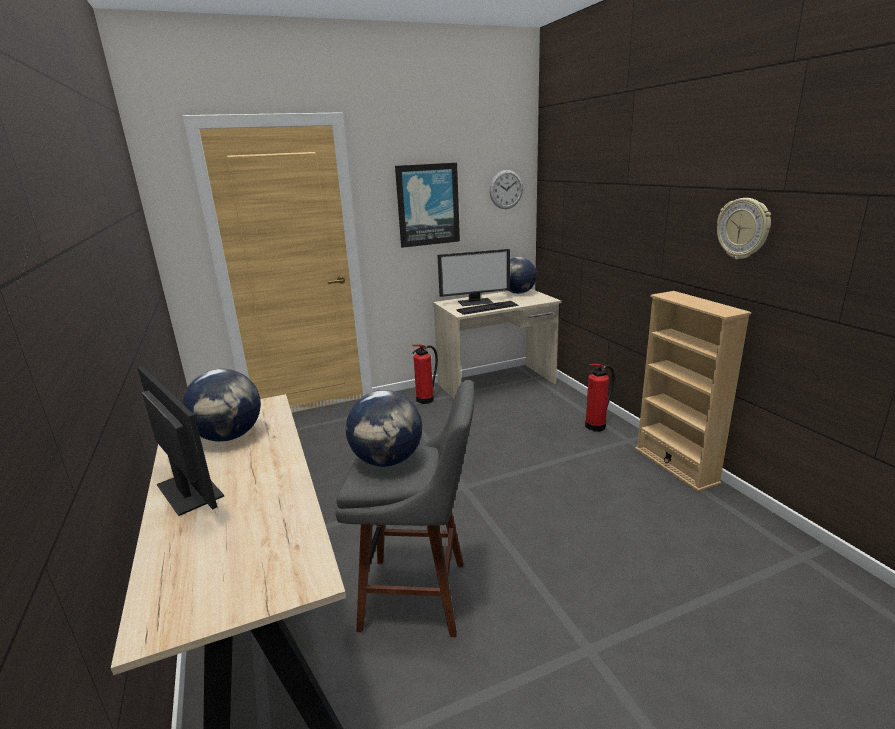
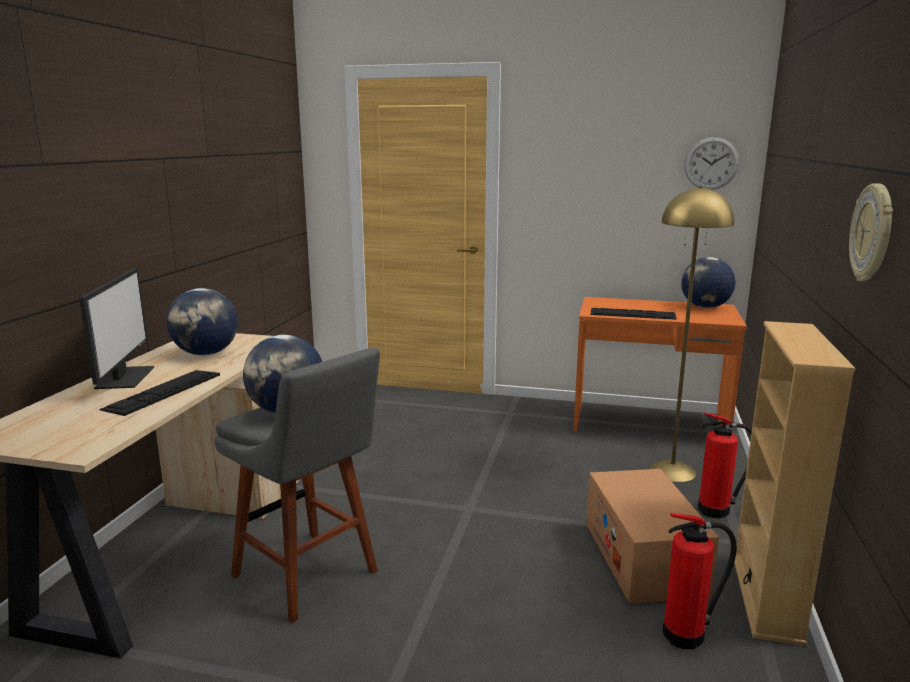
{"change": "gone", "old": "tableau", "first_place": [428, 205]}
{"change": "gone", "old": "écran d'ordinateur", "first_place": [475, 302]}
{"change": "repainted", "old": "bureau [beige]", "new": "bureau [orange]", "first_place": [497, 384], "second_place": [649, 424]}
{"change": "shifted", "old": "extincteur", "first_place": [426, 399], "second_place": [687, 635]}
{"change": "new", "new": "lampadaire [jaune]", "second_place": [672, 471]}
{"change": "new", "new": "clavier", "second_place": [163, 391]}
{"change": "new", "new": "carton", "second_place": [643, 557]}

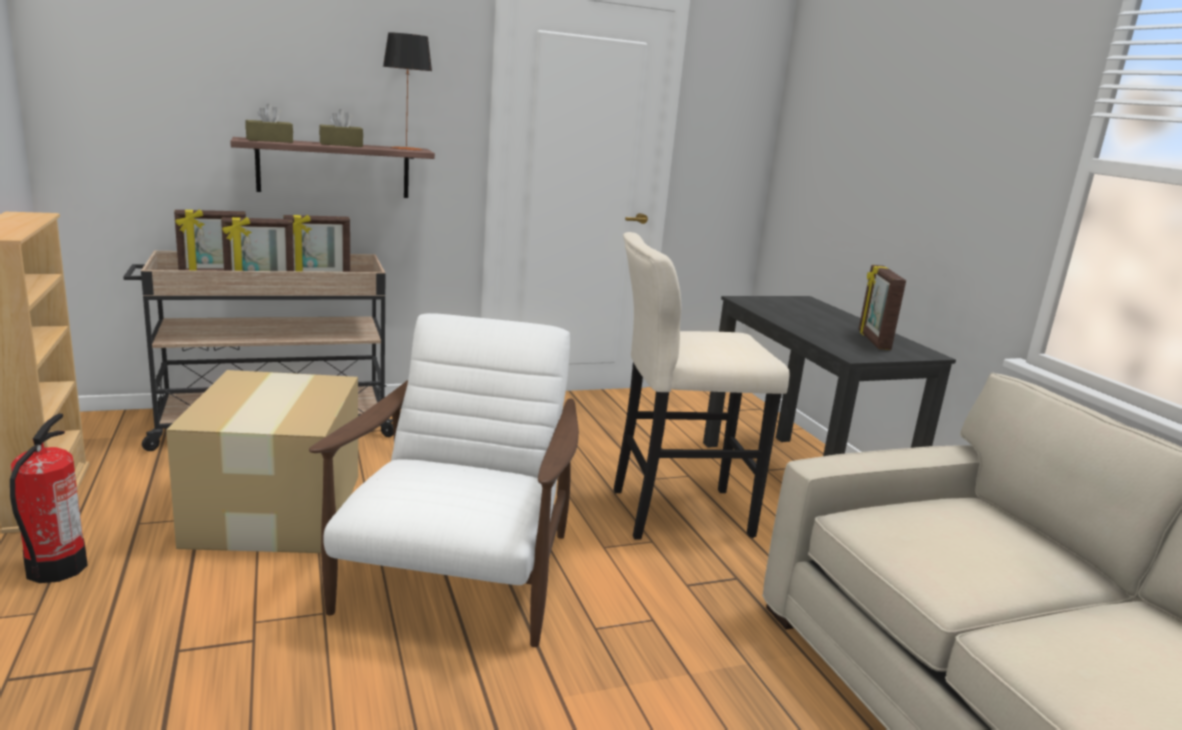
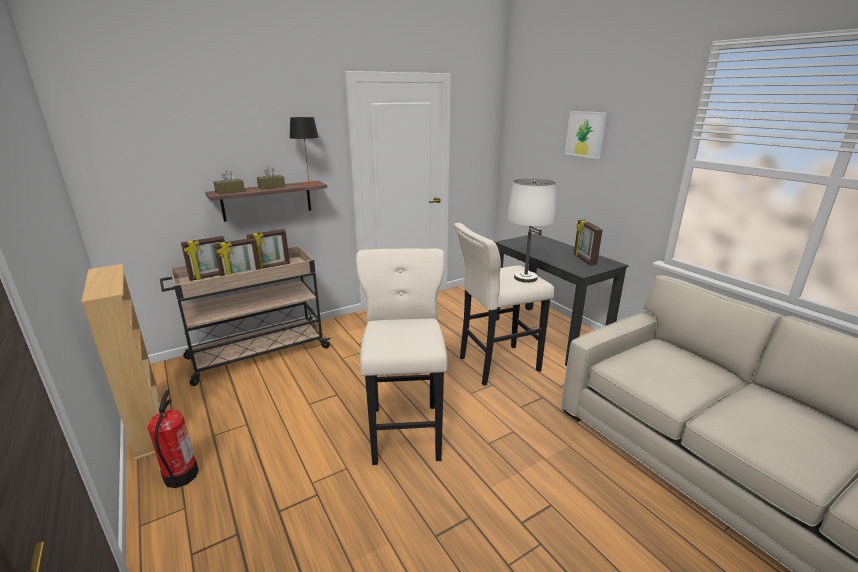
{"change": "swapped", "old": "fauteuil [blanc]", "new": "tabouret [beige]", "first_place": [457, 577], "second_place": [405, 429]}
{"change": "gone", "old": "carton", "first_place": [278, 508]}
{"change": "new", "new": "tableau", "second_place": [585, 134]}
{"change": "new", "new": "lampe de table [blanc]", "second_place": [525, 278]}

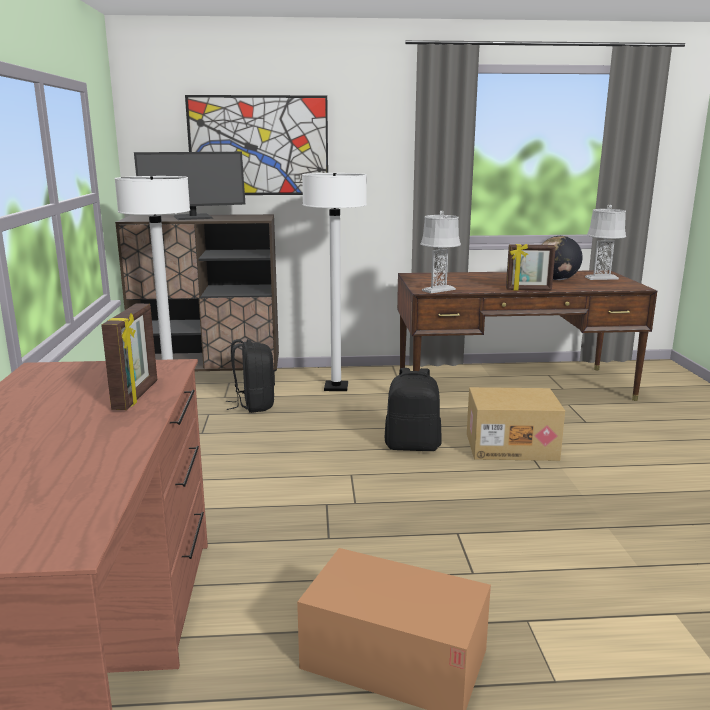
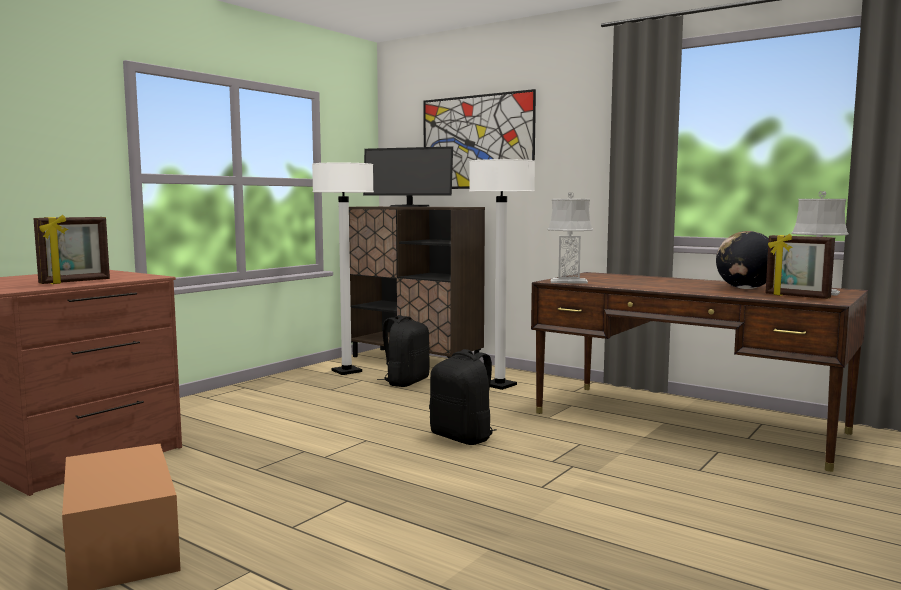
{"change": "shifted", "old": "cadre photo", "first_place": [528, 290], "second_place": [796, 296]}
{"change": "gone", "old": "carton", "first_place": [511, 446]}

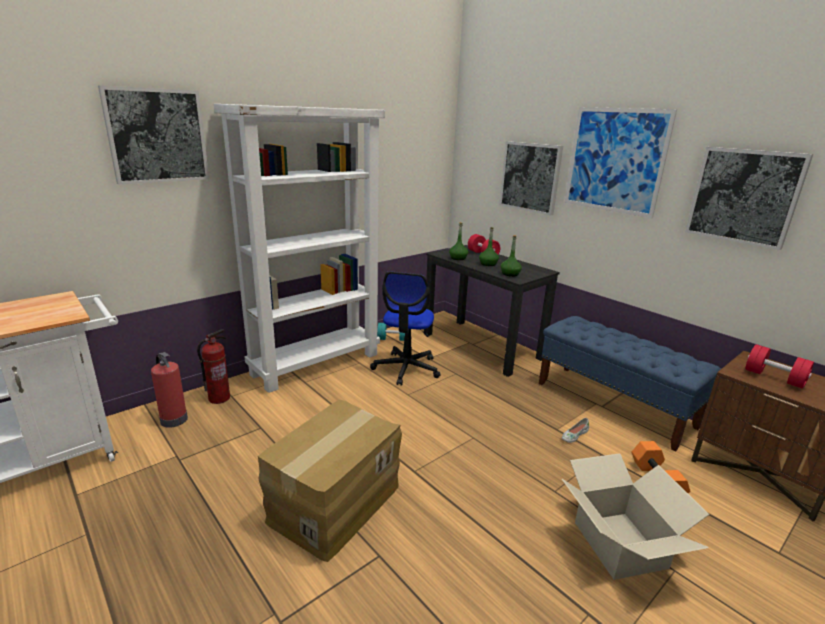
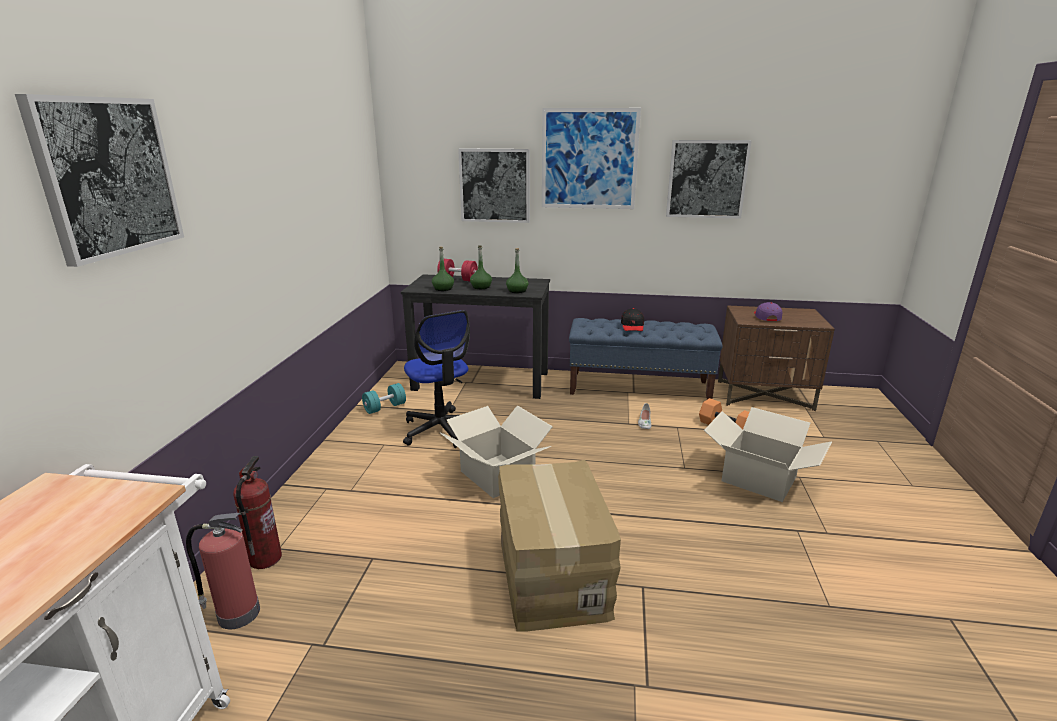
{"change": "gone", "old": "bibliothèque [blanc]", "first_place": [316, 363]}
{"change": "swapped", "old": "haltère [rouge]", "new": "casquette [violet]", "first_place": [774, 378], "second_place": [766, 317]}
{"change": "new", "new": "casquette [noir]", "second_place": [632, 326]}
{"change": "new", "new": "carton", "second_place": [498, 475]}

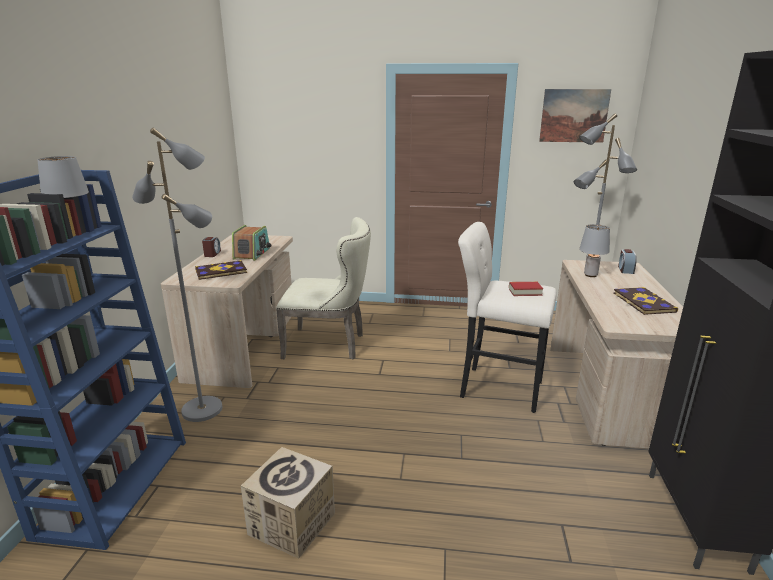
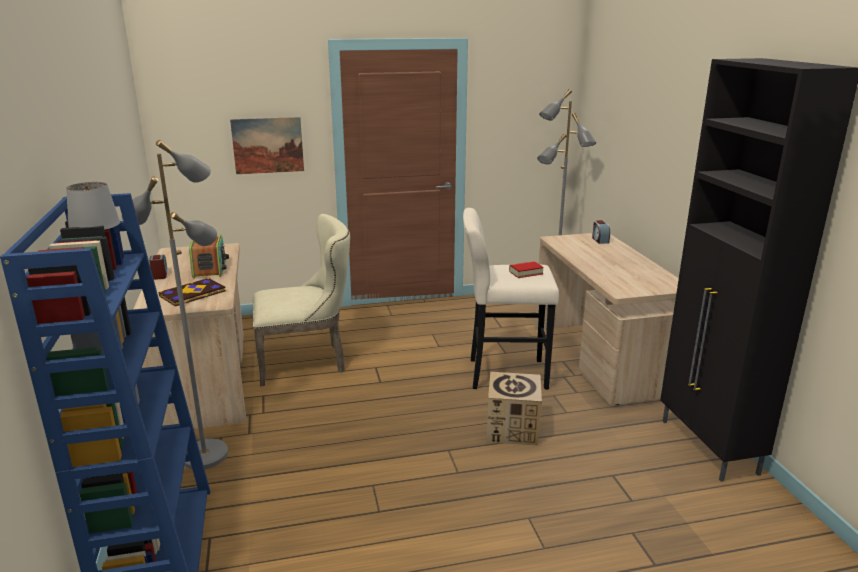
{"change": "shifted", "old": "tableau", "first_place": [574, 116], "second_place": [268, 145]}
{"change": "gone", "old": "lampe de table [gris]", "first_place": [590, 275]}
{"change": "gone", "old": "livre", "first_place": [642, 302]}
{"change": "shifted", "old": "carton", "first_place": [292, 523], "second_place": [512, 429]}

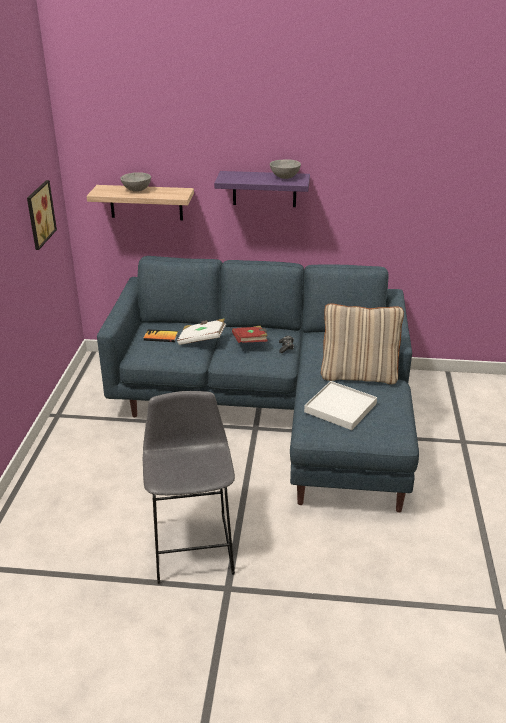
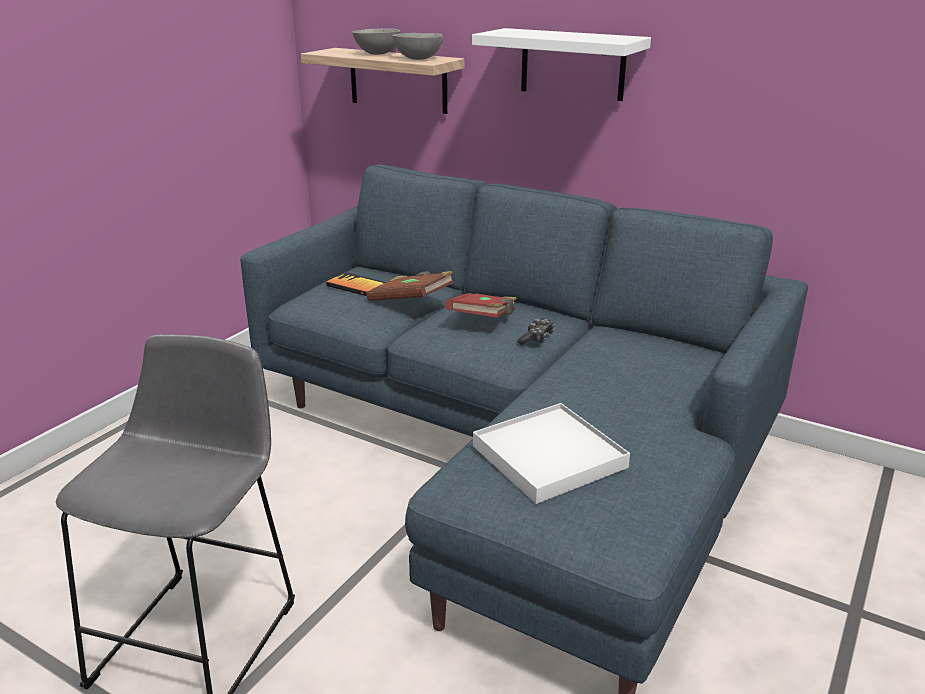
{"change": "shifted", "old": "bol [gris]", "first_place": [284, 177], "second_place": [417, 59]}
{"change": "repainted", "old": "étagère [violet]", "new": "étagère [blanc]", "first_place": [264, 189], "second_place": [572, 64]}
{"change": "gone", "old": "tableau", "first_place": [38, 214]}
{"change": "gone", "old": "coussin [beige]", "first_place": [358, 375]}
{"change": "repainted", "old": "livre [blanc]", "new": "livre [marron]", "first_place": [202, 340], "second_place": [411, 301]}

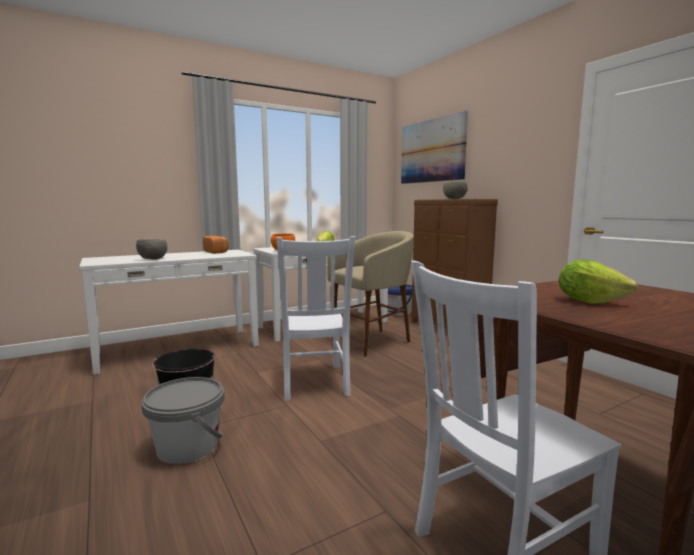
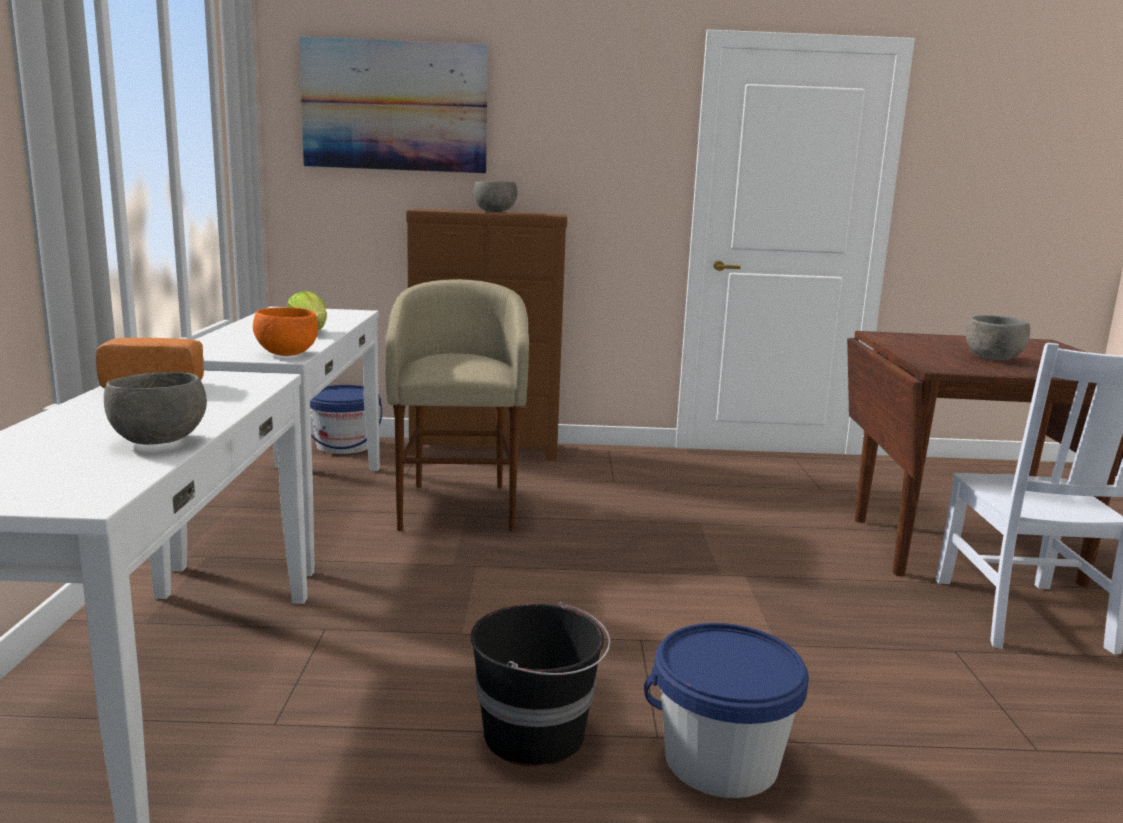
{"change": "gone", "old": "chaise [blanc]", "first_place": [314, 383]}
{"change": "swapped", "old": "laitue", "new": "bol [gris]", "first_place": [589, 301], "second_place": [992, 359]}
{"change": "repainted", "old": "seau [gris]", "new": "seau [bleu]", "first_place": [188, 446], "second_place": [720, 760]}

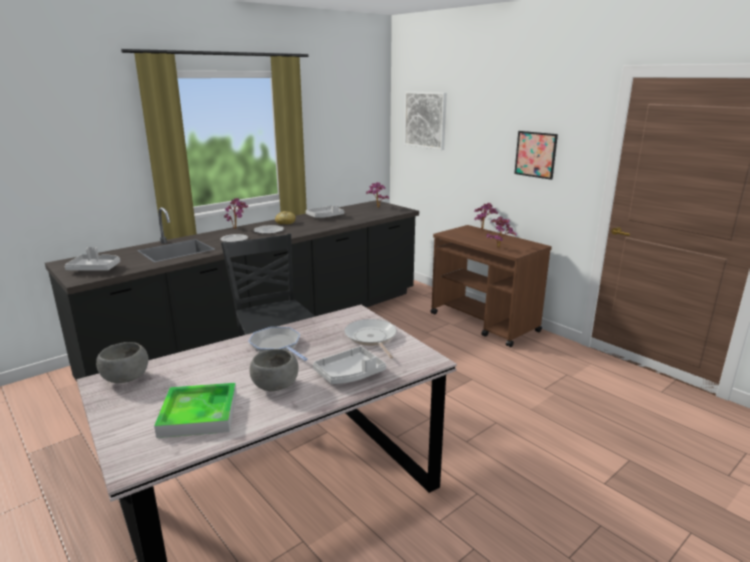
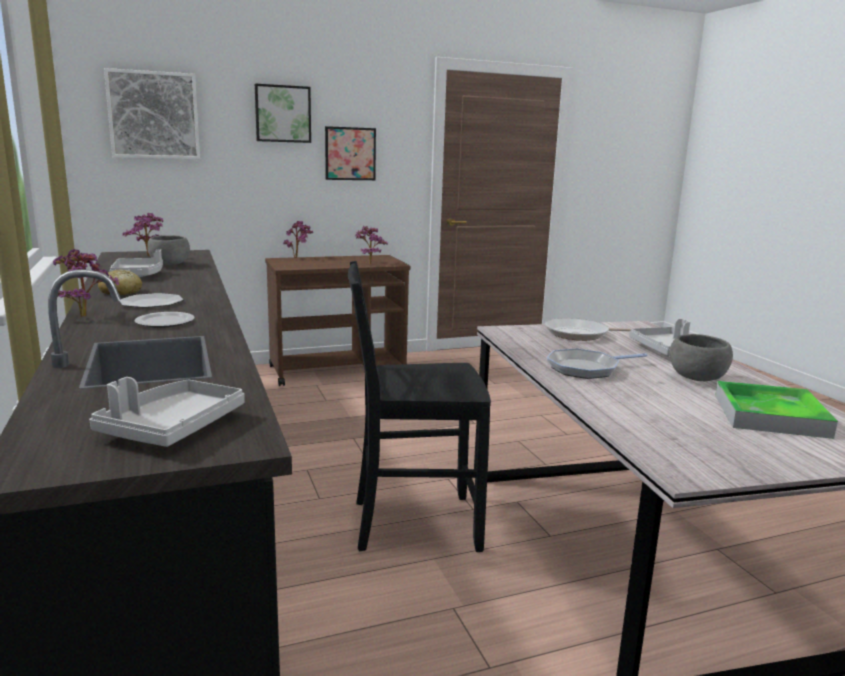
{"change": "shifted", "old": "bol [gris]", "first_place": [126, 378], "second_place": [169, 265]}
{"change": "new", "new": "tableau", "second_place": [282, 114]}

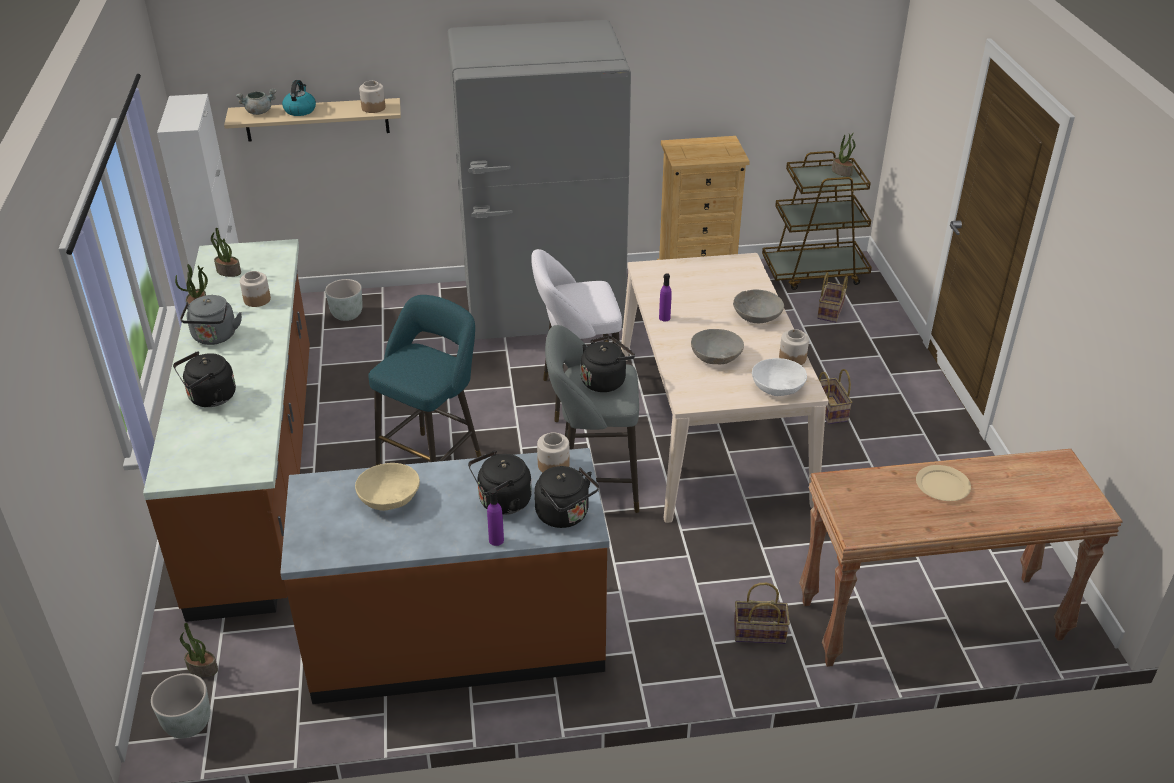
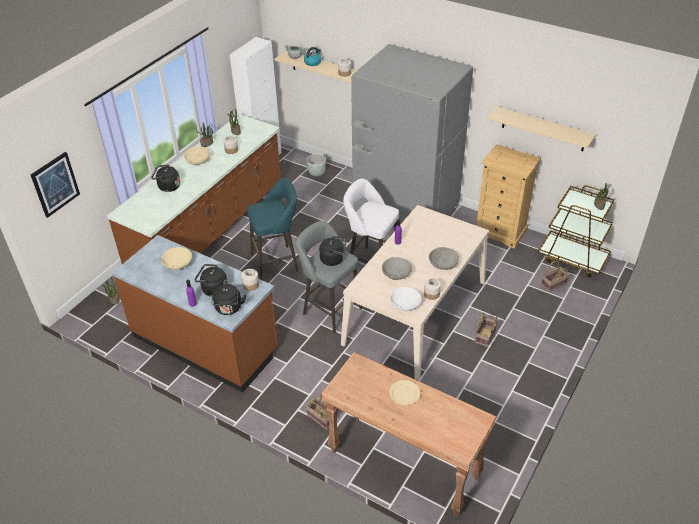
{"change": "swapped", "old": "bouilloire [gris]", "new": "bol [beige]", "first_place": [214, 337], "second_place": [198, 160]}
{"change": "gone", "old": "cache-pot [gris]", "first_place": [187, 725]}
{"change": "new", "new": "étagère [beige]", "second_place": [543, 129]}
{"change": "new", "new": "tableau", "second_place": [55, 184]}

